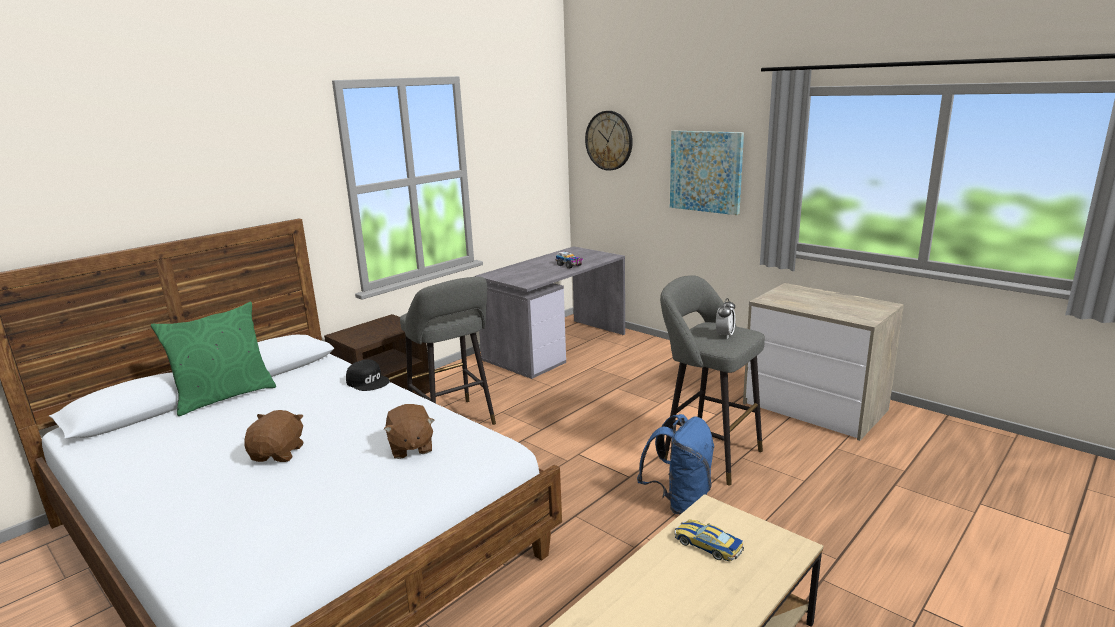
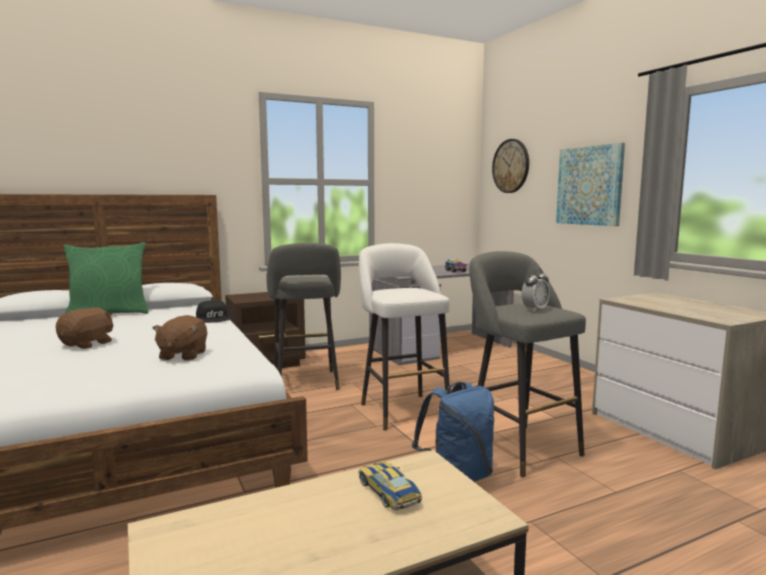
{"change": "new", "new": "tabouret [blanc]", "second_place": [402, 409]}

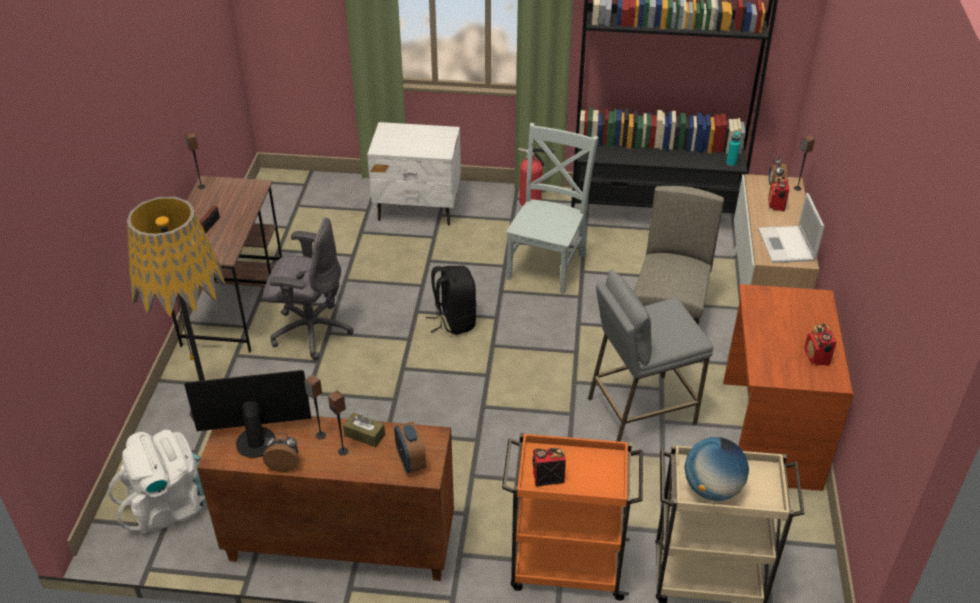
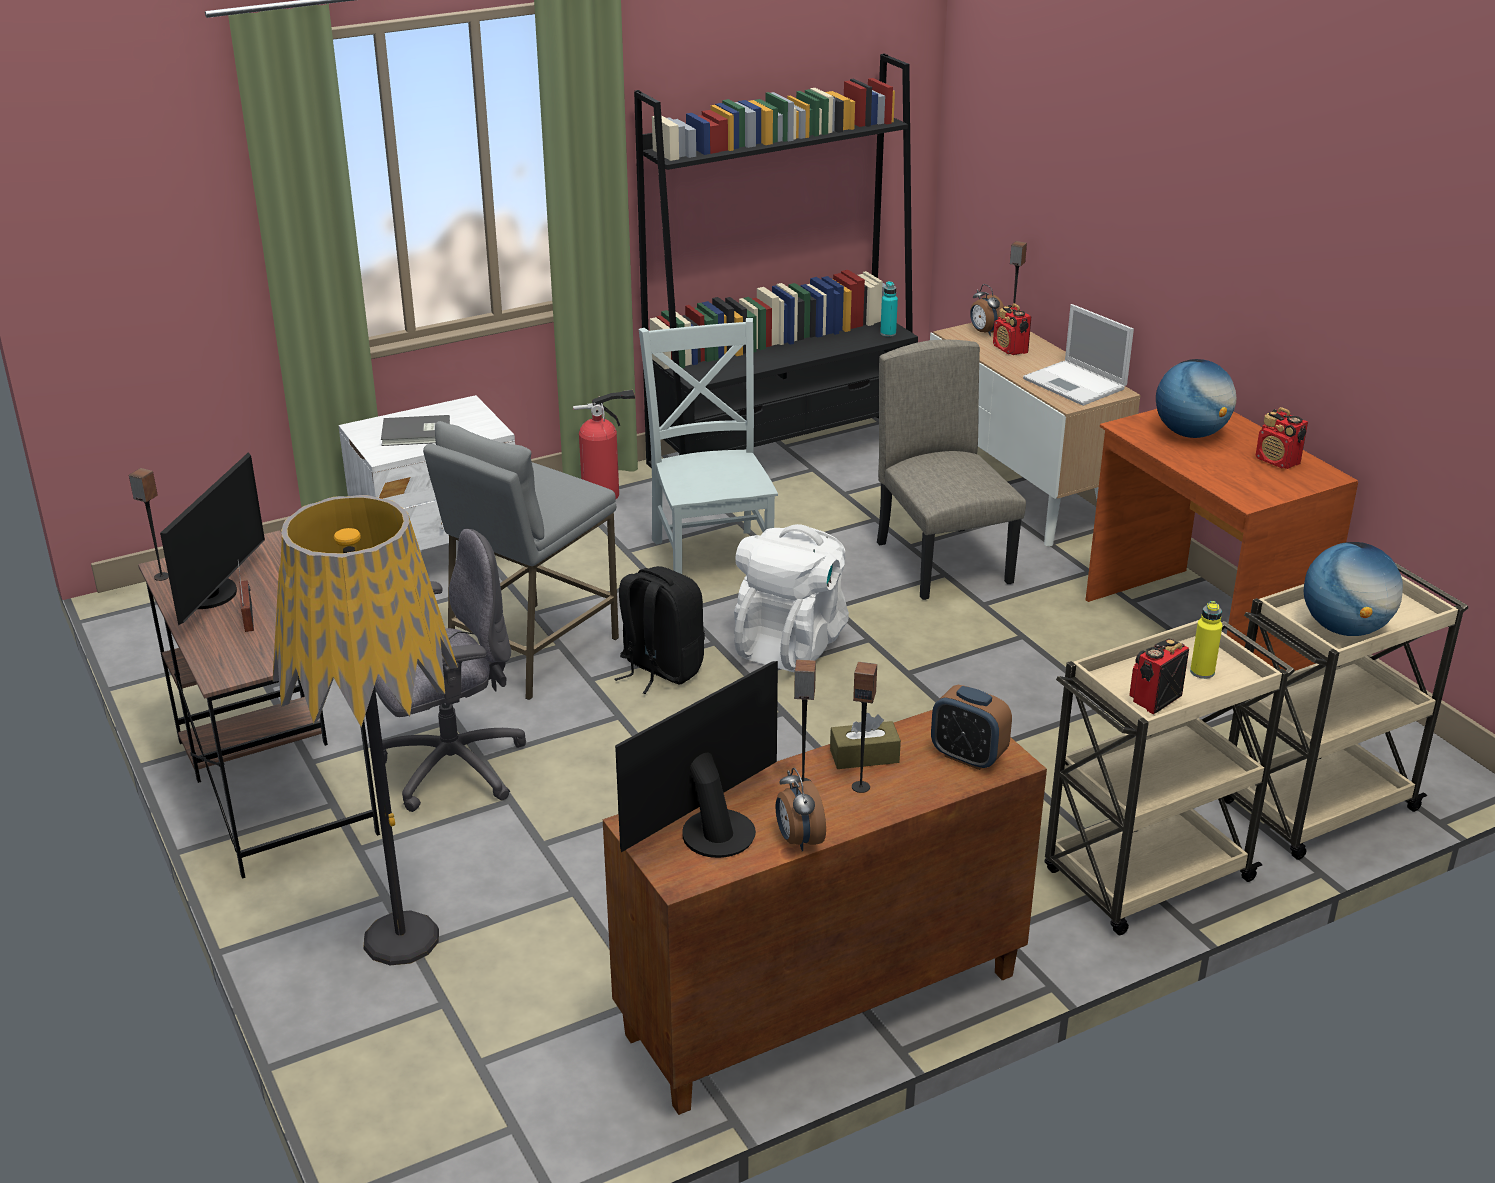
{"change": "shifted", "old": "tabouret [gris]", "first_place": [640, 410], "second_place": [532, 651]}
{"change": "shifted", "old": "sac à dos [blanc]", "first_place": [169, 506], "second_place": [791, 643]}
{"change": "rotated", "old": "réveil", "first_place": [284, 465], "second_place": [798, 840], "degrees": -75}
{"change": "repainted", "old": "chariot [orange]", "new": "chariot [beige]", "first_place": [565, 566], "second_place": [1145, 877]}
{"change": "new", "new": "globe", "second_place": [1190, 433]}
{"change": "new", "new": "livre [gris]", "second_place": [417, 434]}
{"change": "new", "new": "écran d'ordinateur", "second_place": [213, 594]}
{"change": "new", "new": "bouteille [jaune]", "second_place": [1202, 672]}

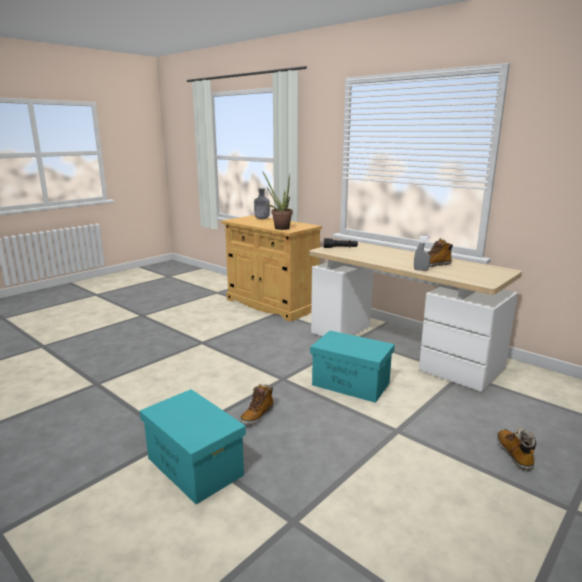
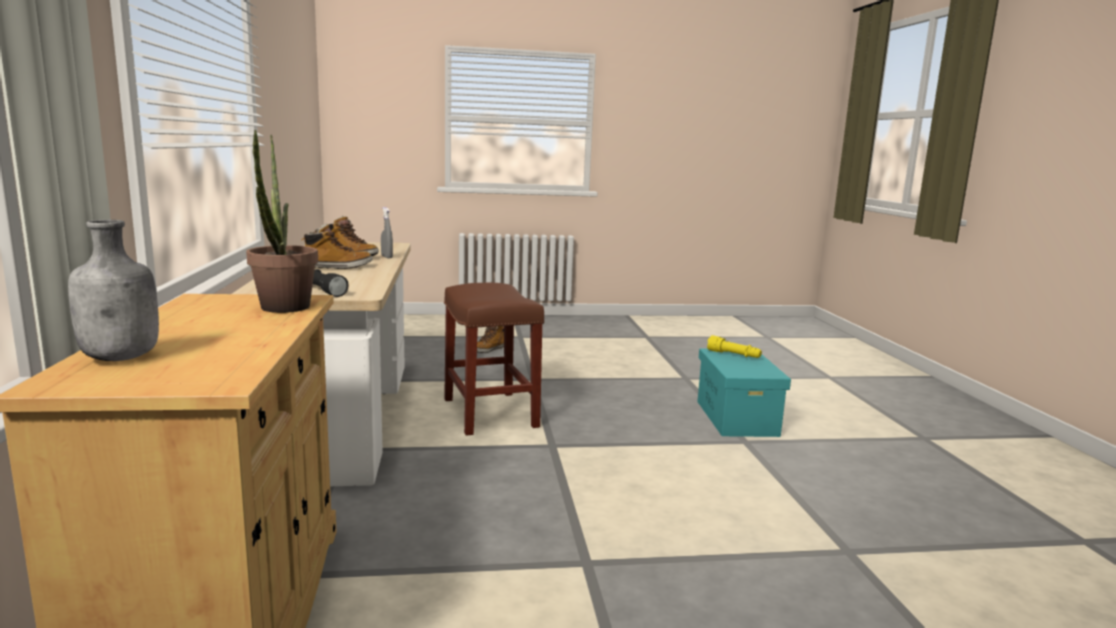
{"change": "swapped", "old": "boîte de rangement [turquoise]", "new": "tabouret [marron]", "first_place": [350, 384], "second_place": [491, 413]}
{"change": "shifted", "old": "botte", "first_place": [257, 415], "second_place": [338, 267]}
{"change": "new", "new": "lampe de poche [jaune]", "second_place": [734, 355]}

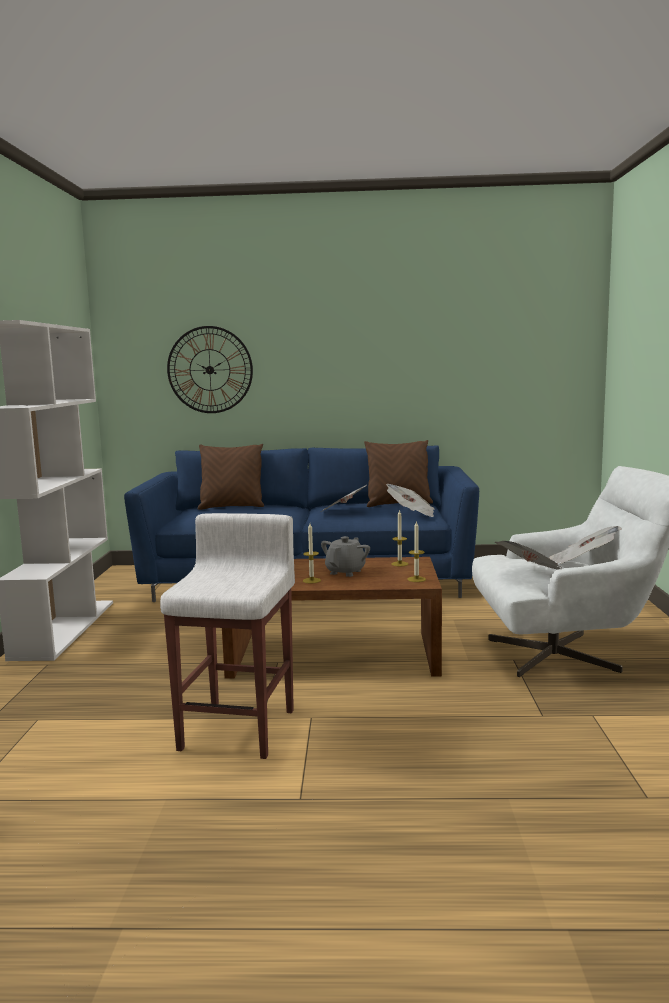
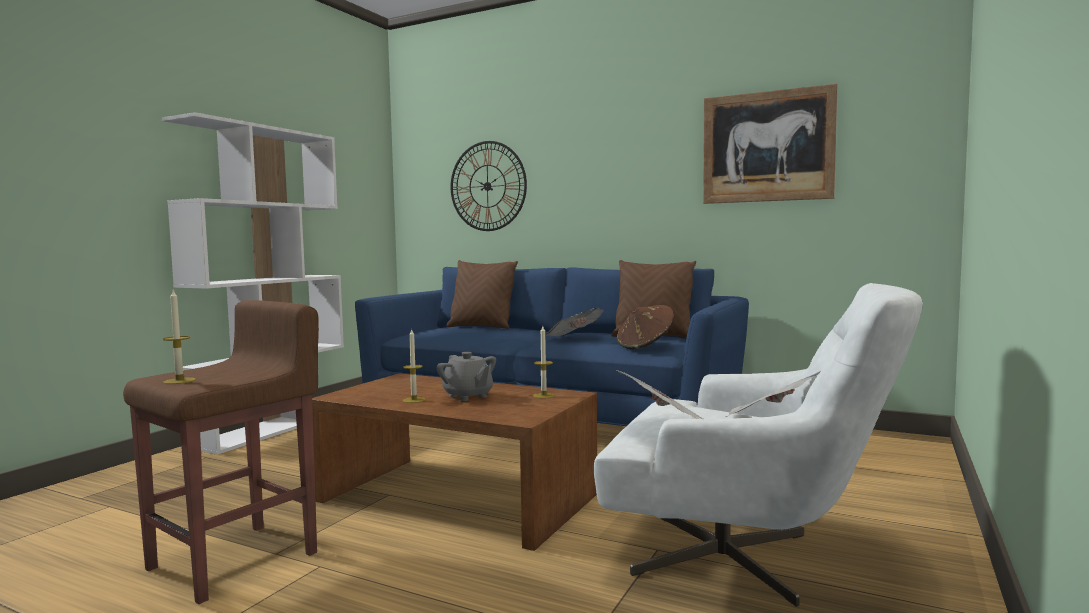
{"change": "swapped", "old": "journal", "new": "chapeau [marron]", "first_place": [411, 514], "second_place": [645, 346]}
{"change": "repainted", "old": "tabouret [blanc]", "new": "tabouret [marron]", "first_place": [239, 728], "second_place": [236, 560]}
{"change": "shifted", "old": "bougie", "first_place": [416, 579], "second_place": [179, 381]}
{"change": "rotated", "old": "théière [gris]", "first_place": [346, 572], "second_place": [468, 396], "degrees": 90}
{"change": "new", "new": "tableau", "second_place": [767, 147]}

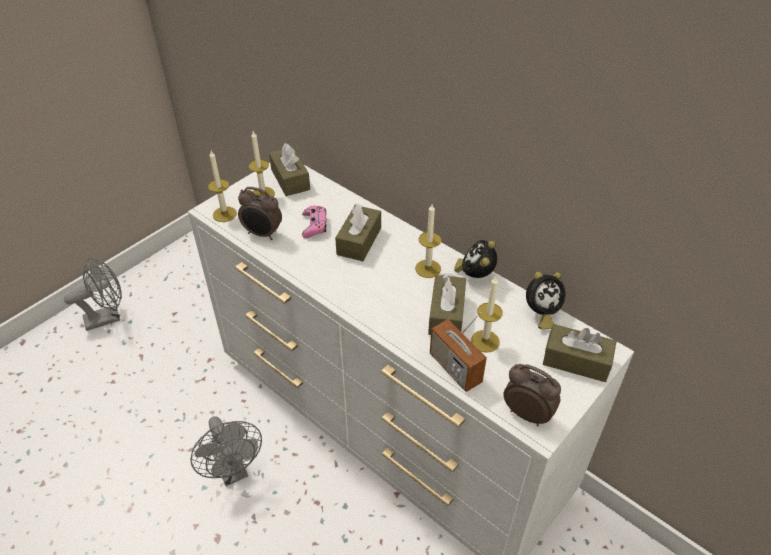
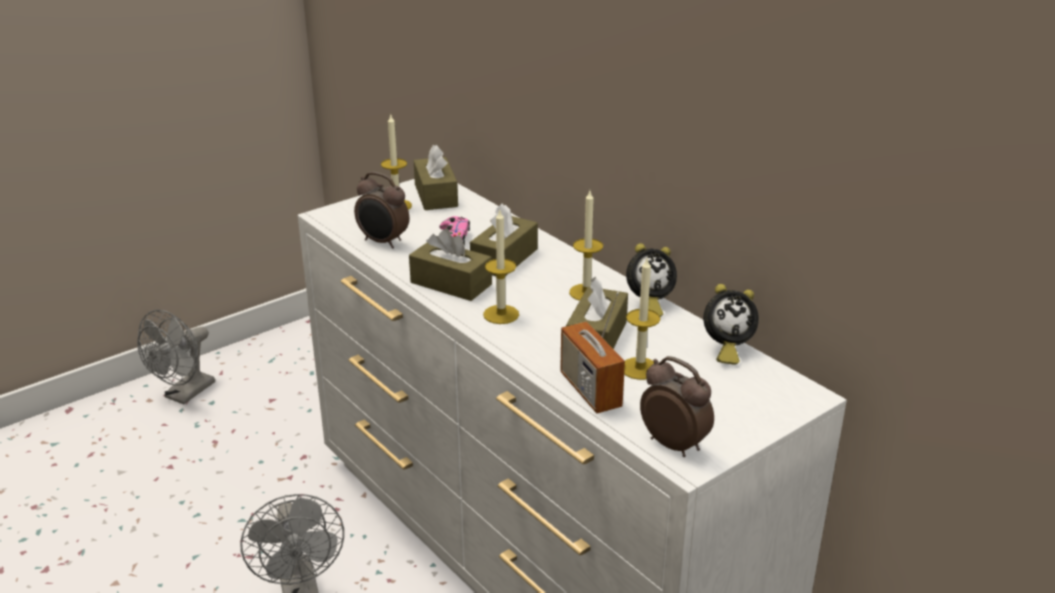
{"change": "shifted", "old": "bougie", "first_place": [224, 214], "second_place": [501, 314]}
{"change": "rotated", "old": "réveil", "first_place": [475, 275], "second_place": [648, 304], "degrees": -135}
{"change": "rotated", "old": "ventilateur [gris]", "first_place": [108, 317], "second_place": [185, 394], "degrees": 135}
{"change": "shifted", "old": "boîte à mouchoirs [marron]", "first_place": [576, 361], "second_place": [451, 283]}

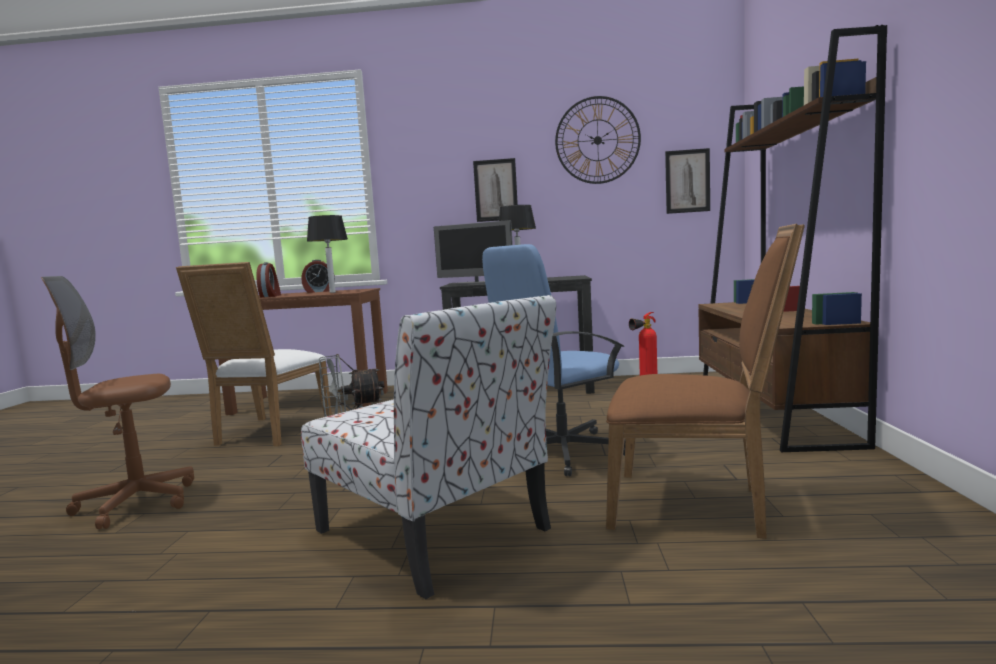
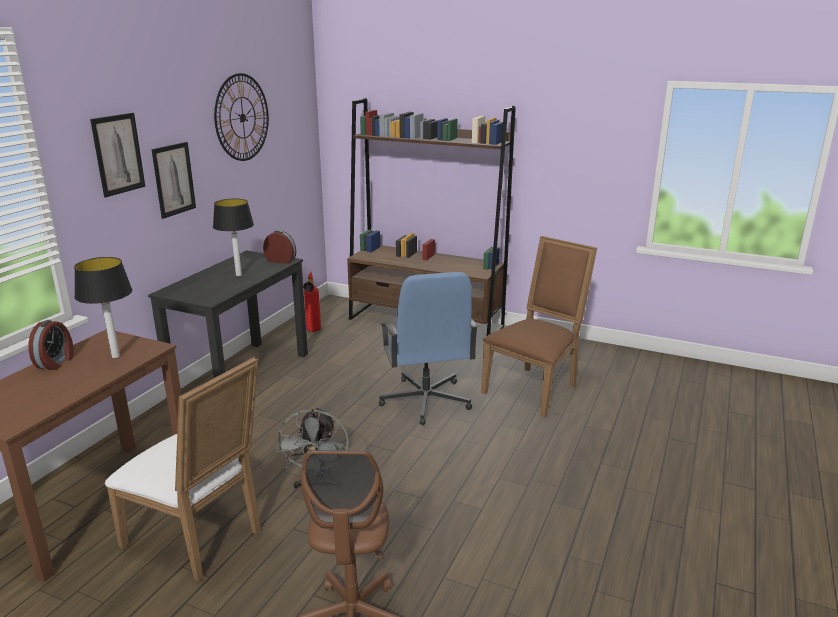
{"change": "shifted", "old": "tableau", "first_place": [687, 181], "second_place": [118, 154]}
{"change": "gone", "old": "écran d'ordinateur", "first_place": [475, 283]}
{"change": "shifted", "old": "réveil", "first_place": [270, 296], "second_place": [281, 260]}
{"change": "gone", "old": "chaise", "first_place": [435, 532]}

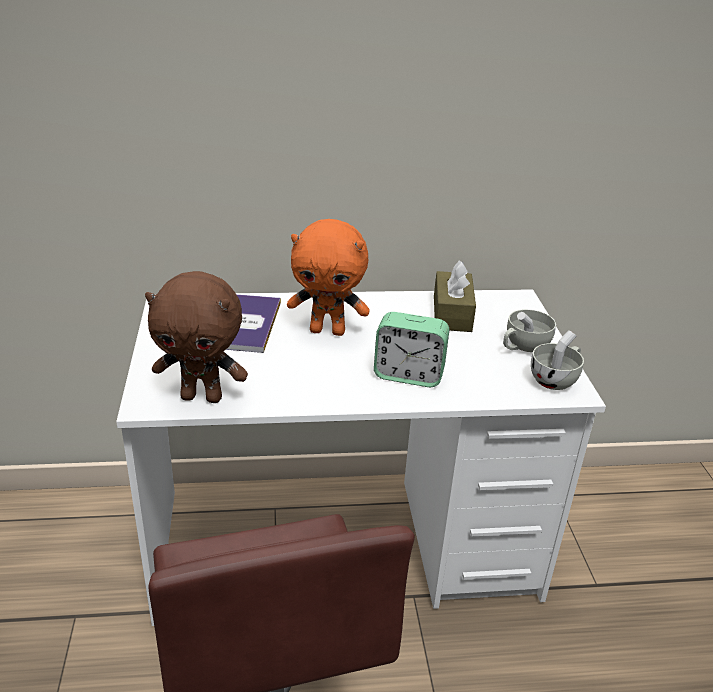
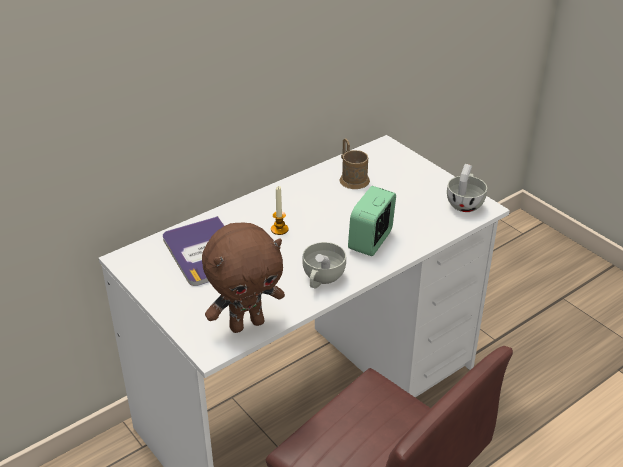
{"change": "swapped", "old": "peluche [orange]", "new": "bougie", "first_place": [328, 331], "second_place": [279, 229]}
{"change": "swapped", "old": "boîte à mouchoirs [marron]", "new": "mug [marron]", "first_place": [452, 313], "second_place": [352, 178]}
{"change": "shifted", "old": "tasse [blanc]", "first_place": [523, 347], "second_place": [321, 279]}
{"change": "rotated", "old": "réveil", "first_place": [408, 375], "second_place": [371, 241], "degrees": 135}

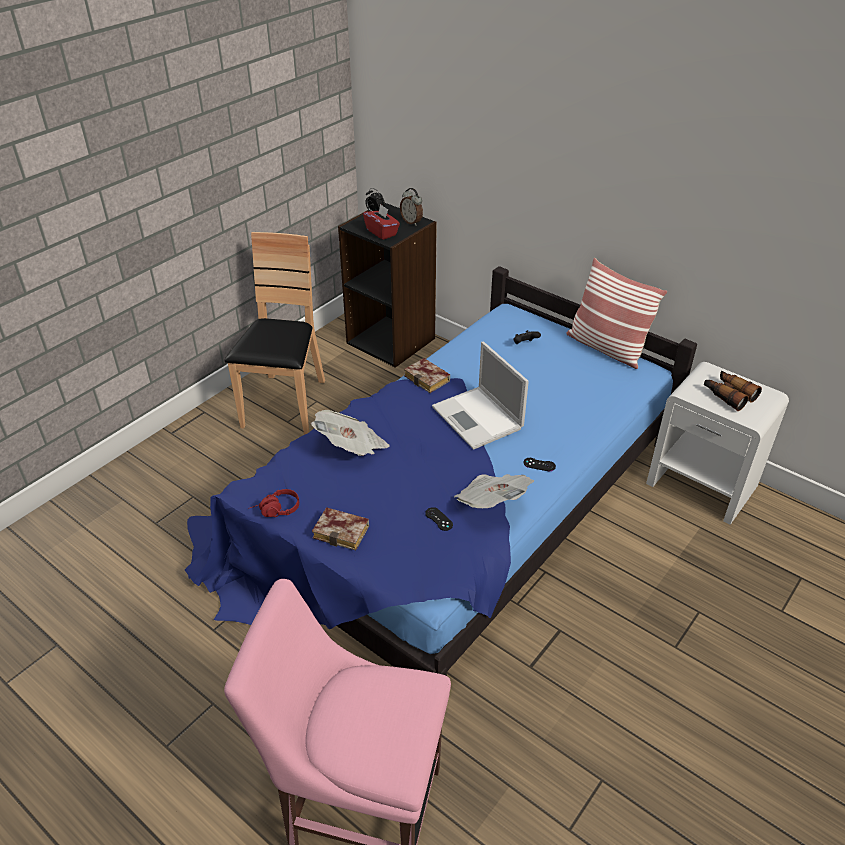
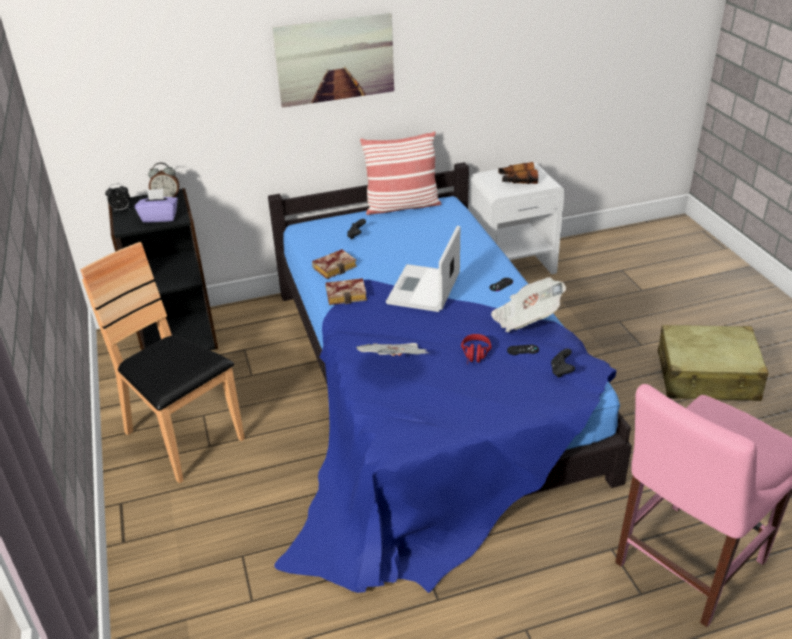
{"change": "repainted", "old": "boîte à mouchoirs [rouge]", "new": "boîte à mouchoirs [violet]", "first_place": [382, 232], "second_place": [160, 217]}
{"change": "rotated", "old": "ordinateur portable", "first_place": [478, 418], "second_place": [423, 290], "degrees": 105}
{"change": "shifted", "old": "casque audio [rouge]", "first_place": [275, 511], "second_place": [475, 356]}
{"change": "shifted", "old": "livre", "first_place": [343, 532], "second_place": [335, 266]}
{"change": "new", "new": "tableau", "second_place": [335, 60]}
{"change": "new", "new": "valise [beige]", "second_place": [707, 377]}
{"change": "new", "new": "manette [noir]", "second_place": [561, 371]}

